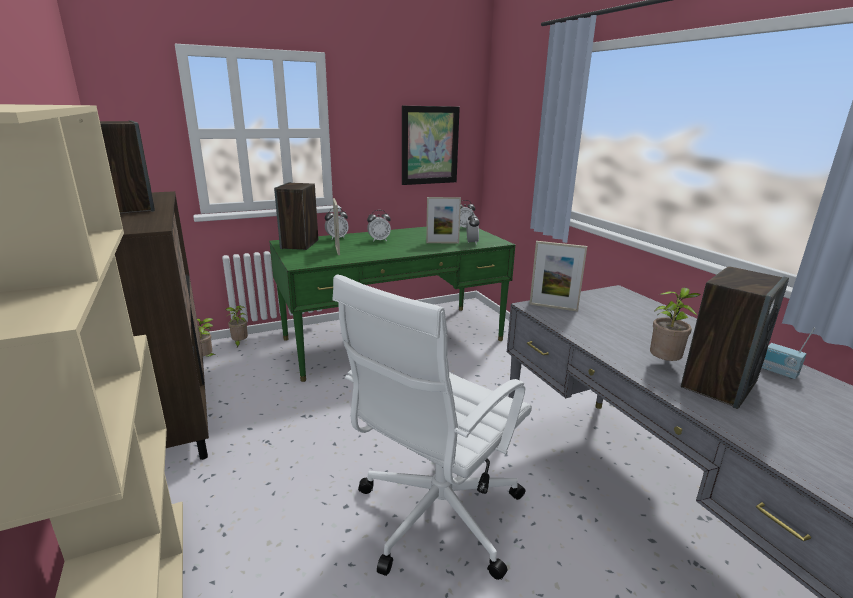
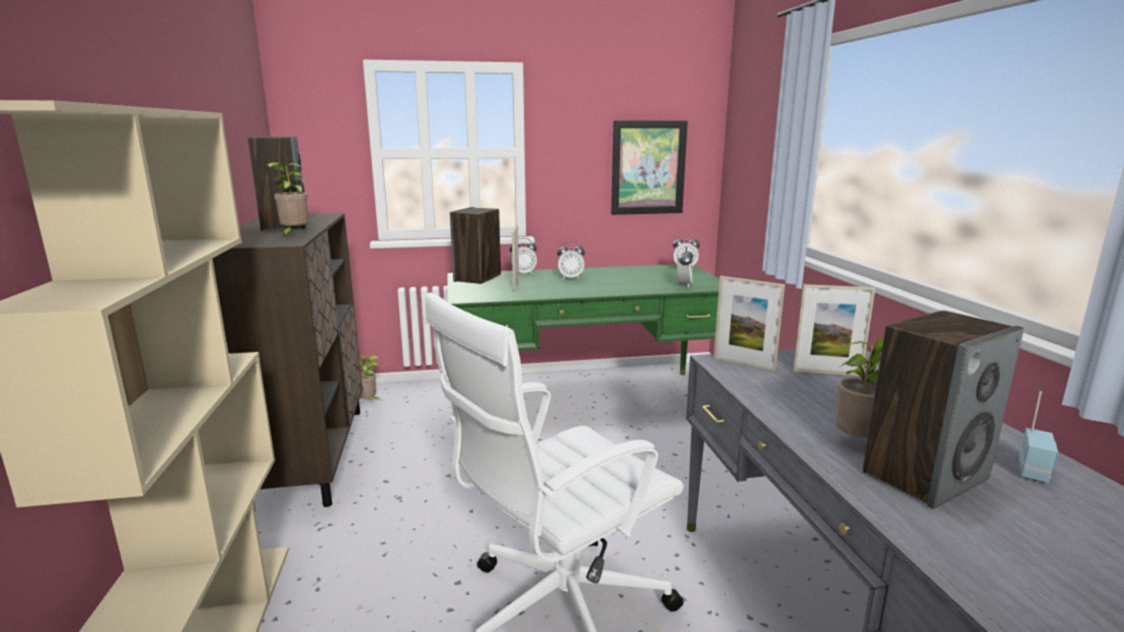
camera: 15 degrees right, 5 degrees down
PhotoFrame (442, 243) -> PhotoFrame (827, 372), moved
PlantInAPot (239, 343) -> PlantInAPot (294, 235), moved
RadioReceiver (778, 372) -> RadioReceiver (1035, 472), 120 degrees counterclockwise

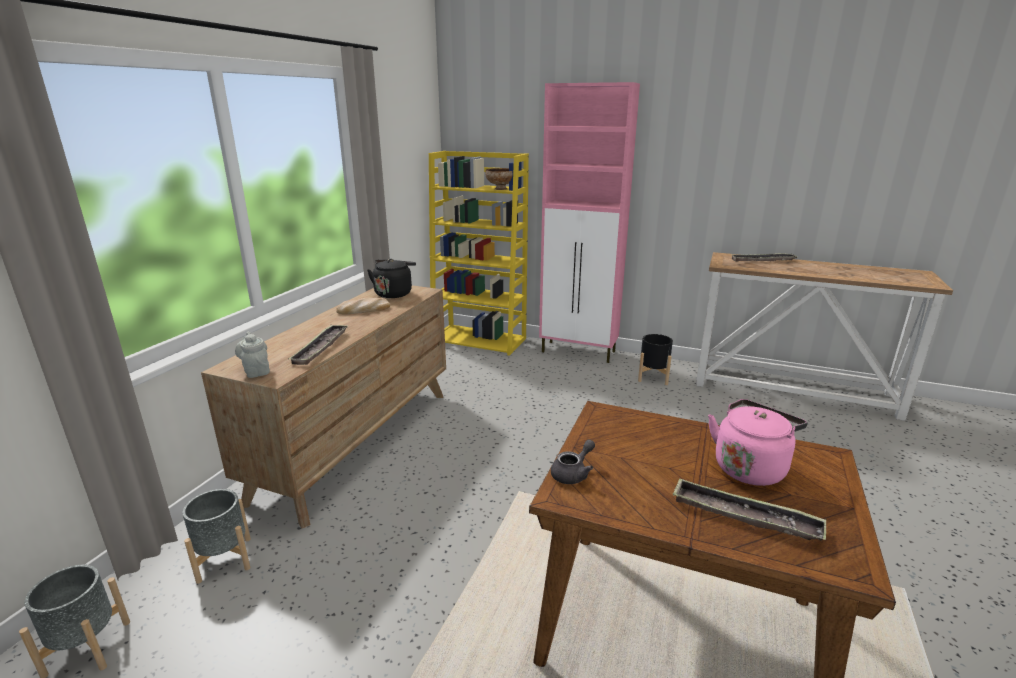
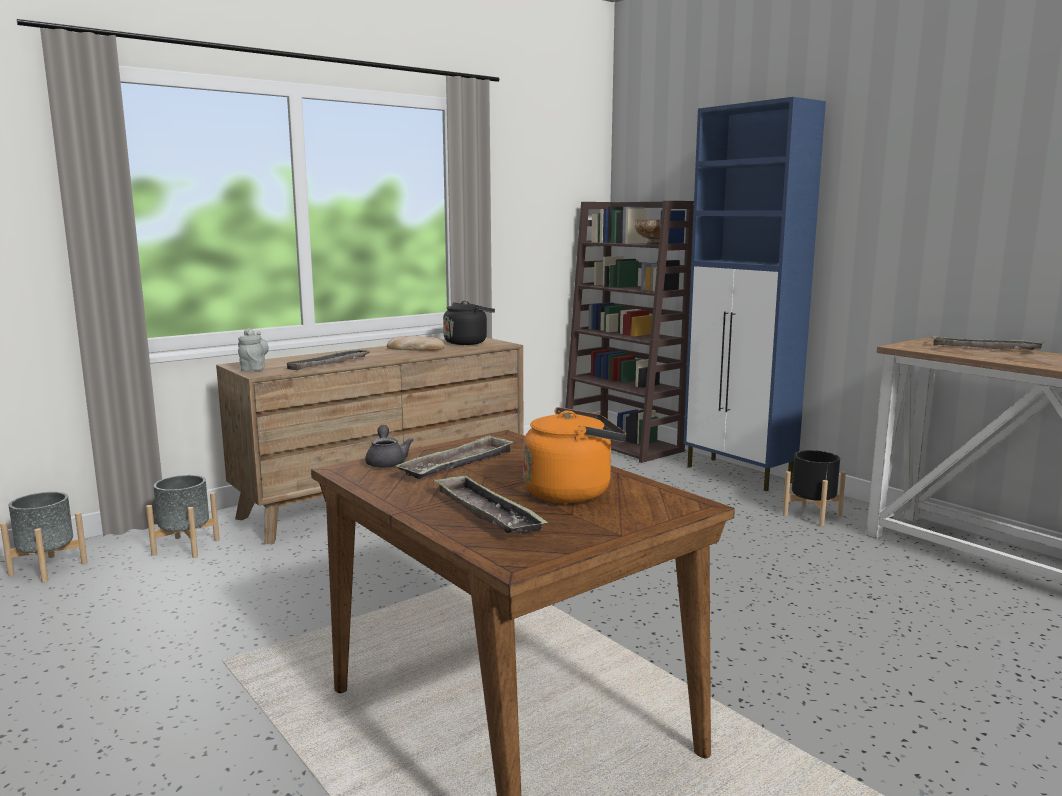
camera: 30 degrees right, 10 degrees down
PinkColouredCabinet (579, 352) -> BluishCabinet (739, 474)
YellowishBookshelf (480, 340) -> BrownColouredBookshelf (623, 444)
PinkColouredKettle (750, 467) -> OrangeColouredKettle (572, 492)
GrayTeapot (573, 473) -> GrayTeapot (386, 462), 90 degrees counterclockwise
none -> CarryingTray (458, 464)

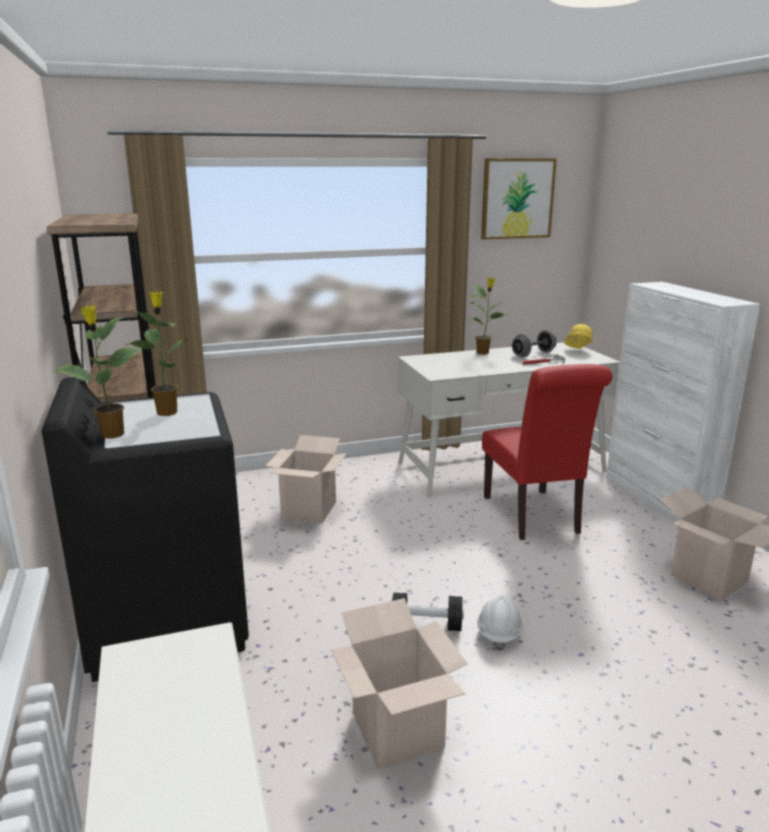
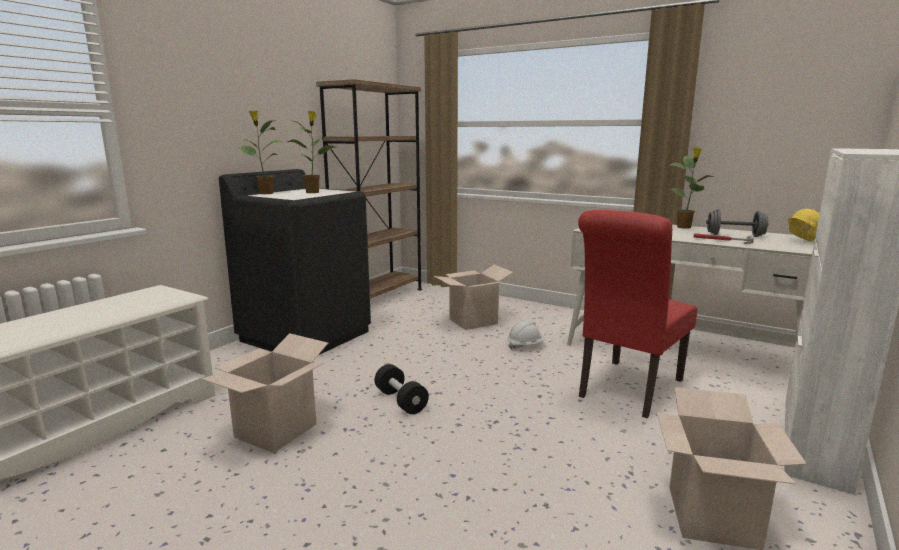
camera: 50 degrees right, 5 degrees down
WallPicture (517, 198) -> none
WhitishHardHat (498, 633) -> WhitishHardHat (525, 346), moved

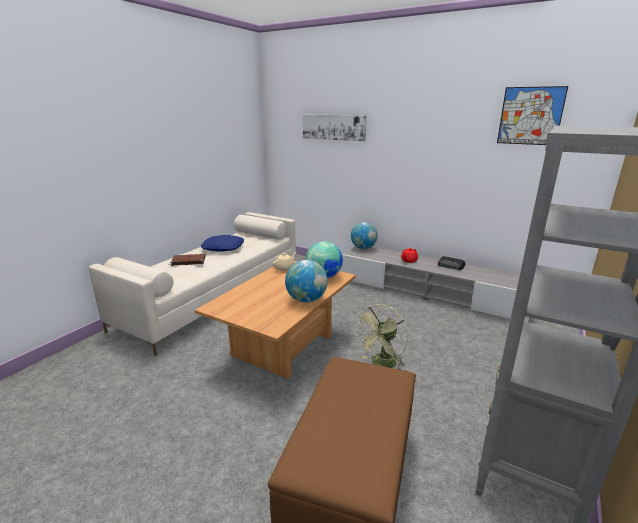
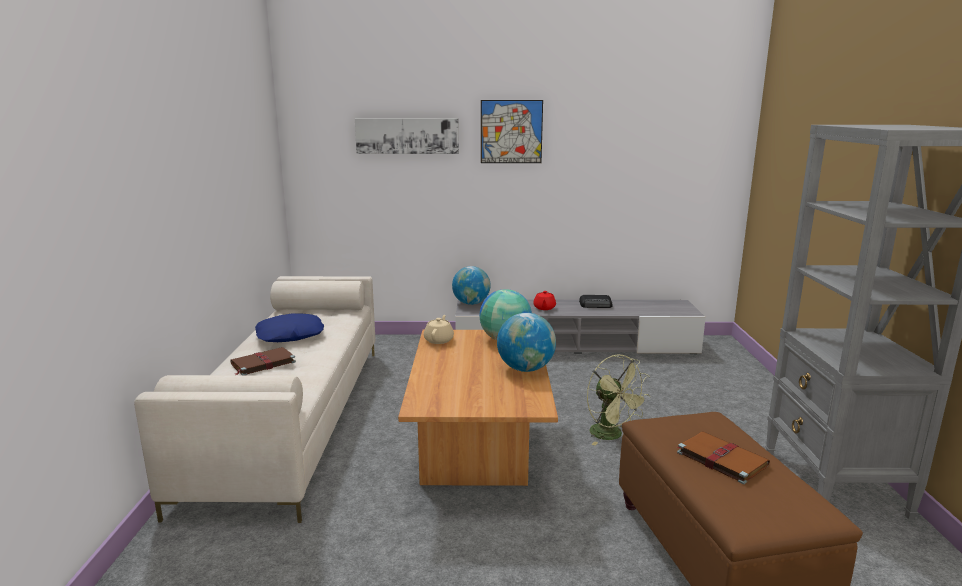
camera: 30 degrees left, 5 degrees down
WallPicture (530, 116) -> WallPicture (511, 132), moved
GreenishElectricFan (382, 364) -> GreenishElectricFan (612, 435), 45 degrees counterclockwise
none -> BrownColouredVolume (720, 458)

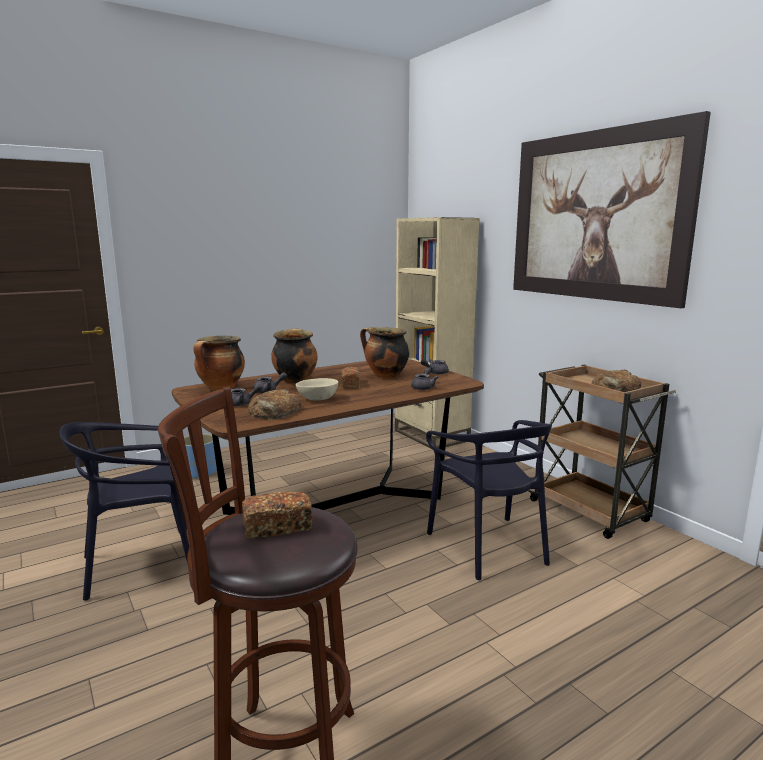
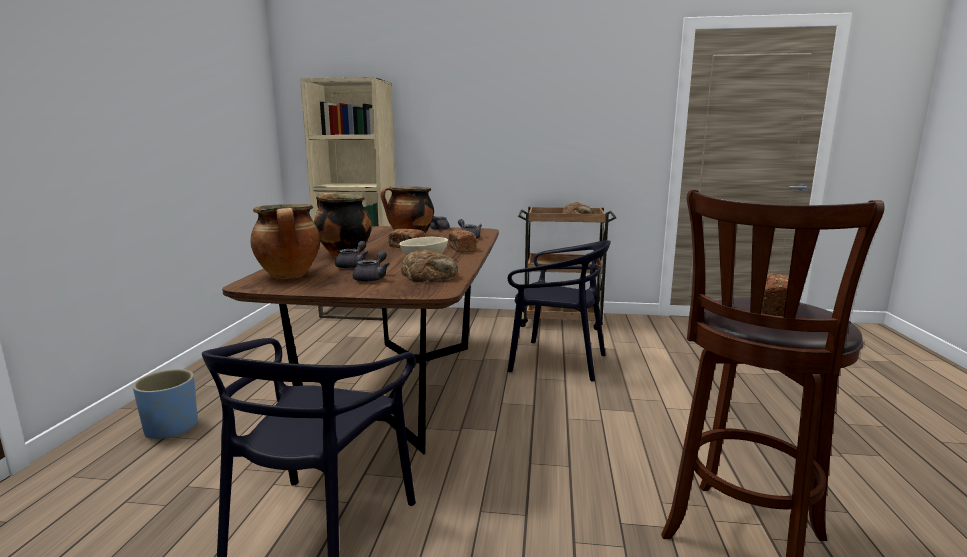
camera: 50 degrees left, 0 degrees up
WallPicture (596, 216) -> none
none -> BakeryBread (462, 249)

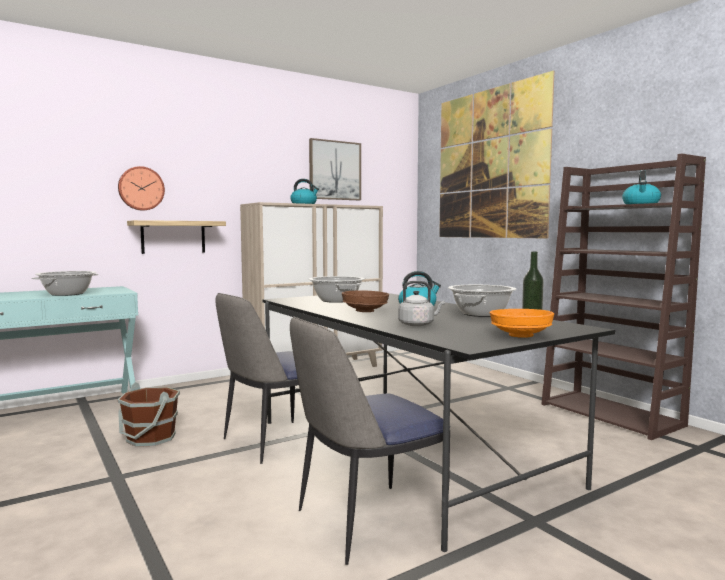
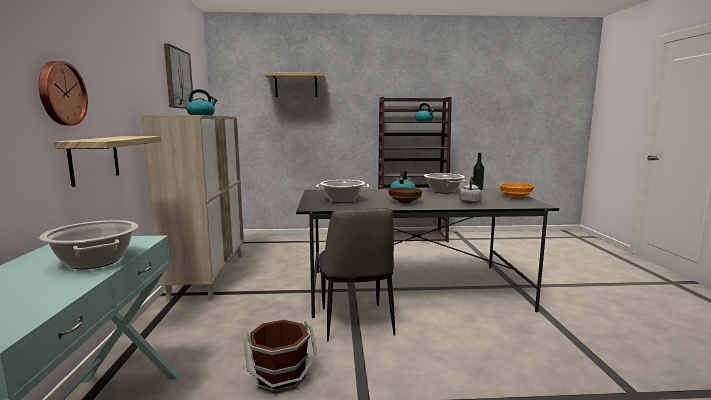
camera: 60 degrees left, 5 degrees up
WallPicture (490, 164) -> Shelf (296, 85)
Chair (365, 522) -> none

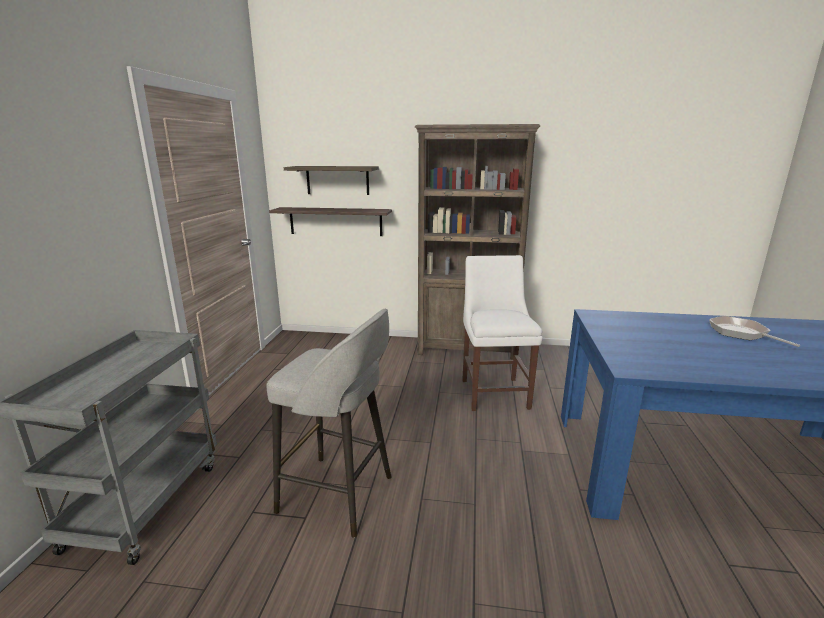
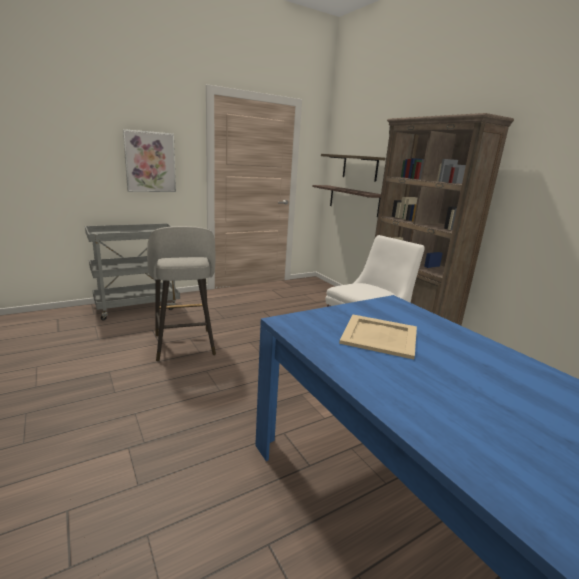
camera: 50 degrees right, 0 degrees up
Skillet (741, 333) -> none
none -> WallPicture (150, 162)
none -> BeigeColouredCarryingTray (380, 336)

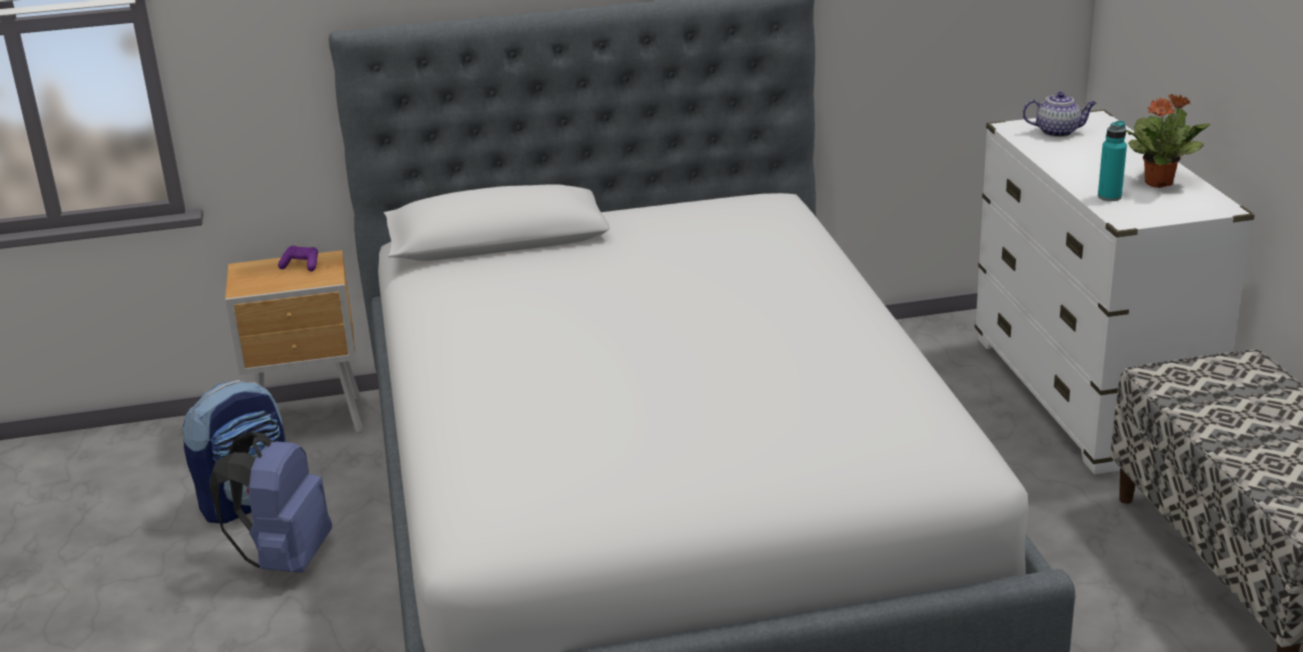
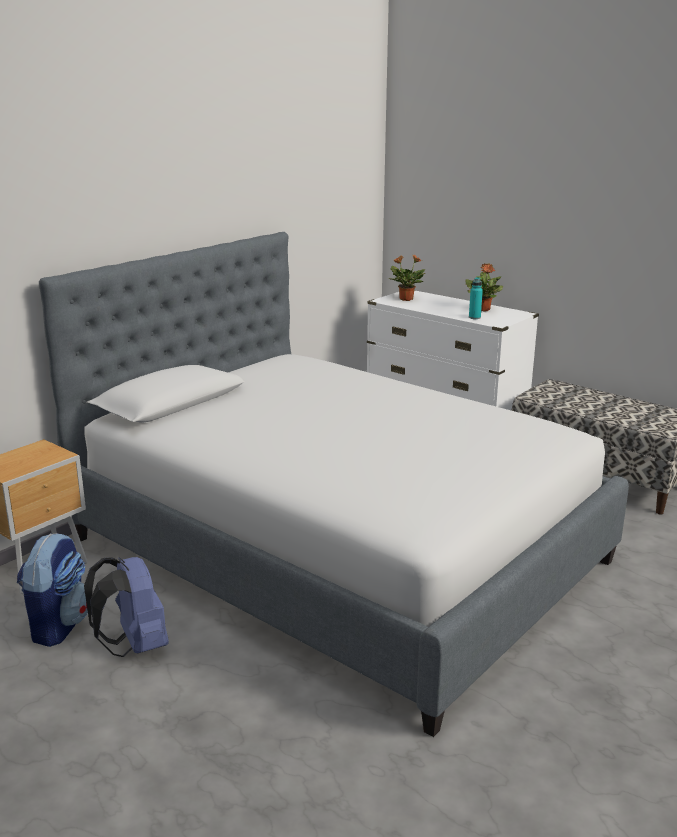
camera: 40 degrees left, 5 degrees down
Teapot (1058, 132) -> PlantInAPot (405, 299)
PurplishGameController (301, 266) -> none

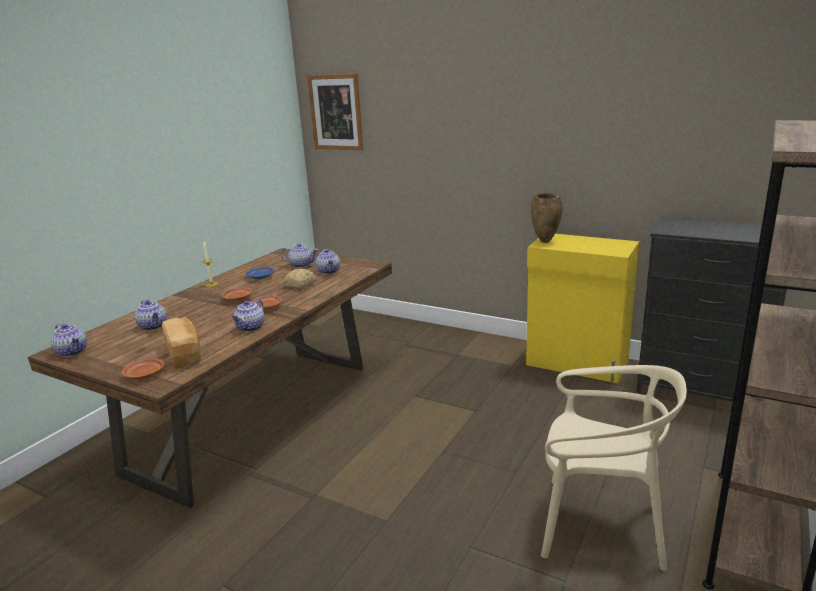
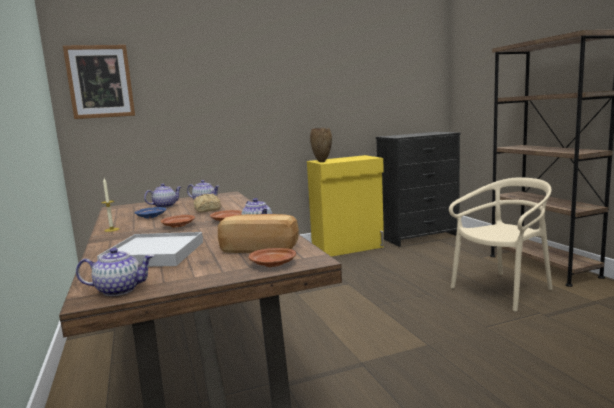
camera: 50 degrees left, 10 degrees down
Teapot (153, 326) -> WhitishCarryingTray (155, 254)

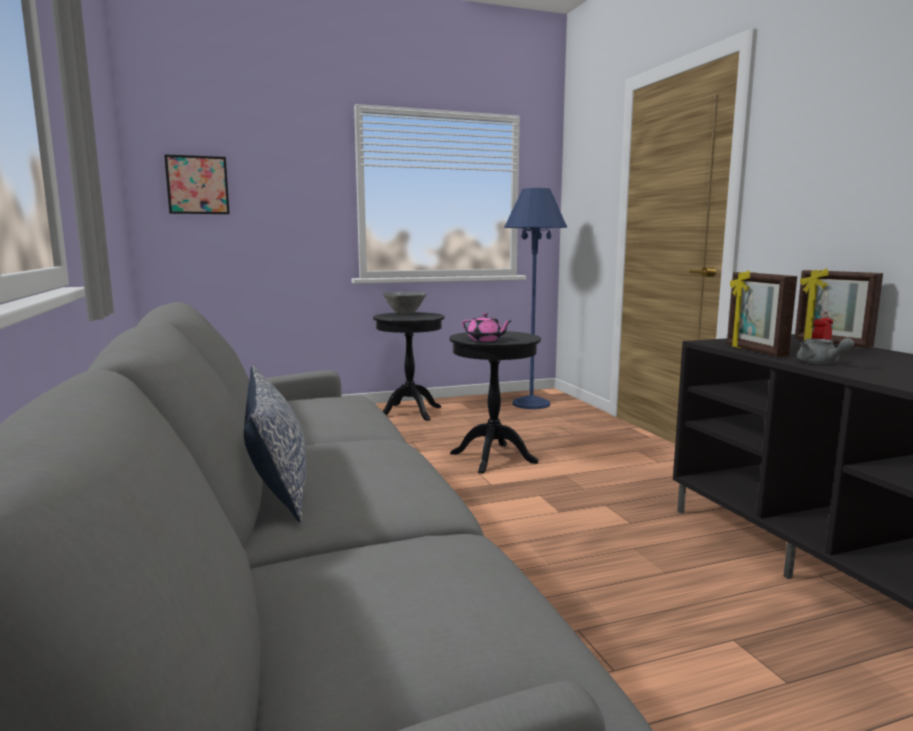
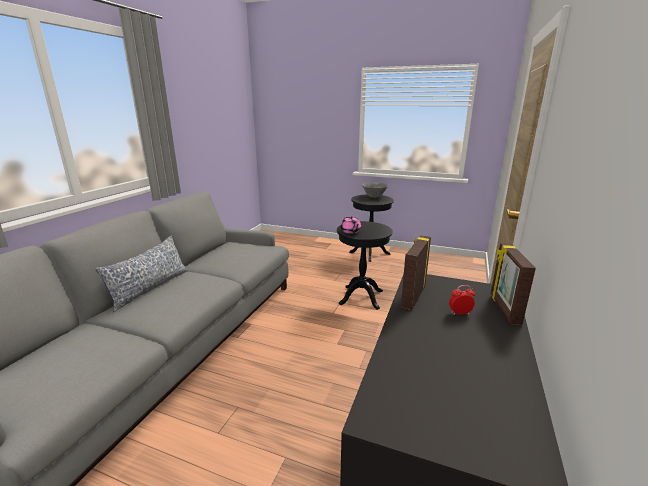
camera: 40 degrees right, 10 degrees up
WallPicture (197, 185) -> none
BluishStandingLamp (531, 404) -> none
GrayTeapot (821, 363) -> none

